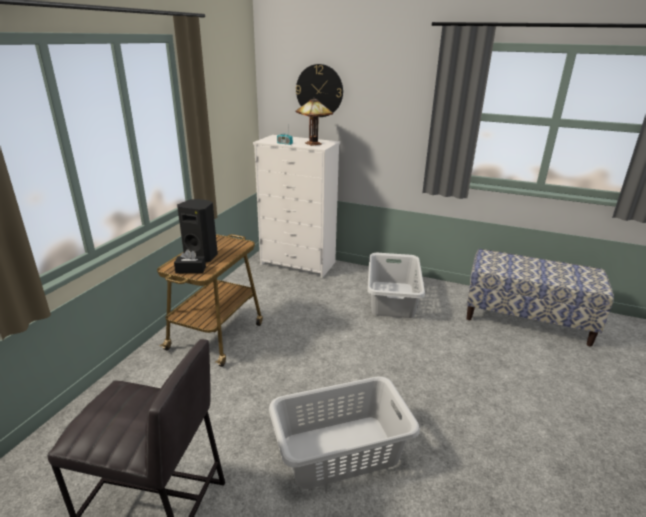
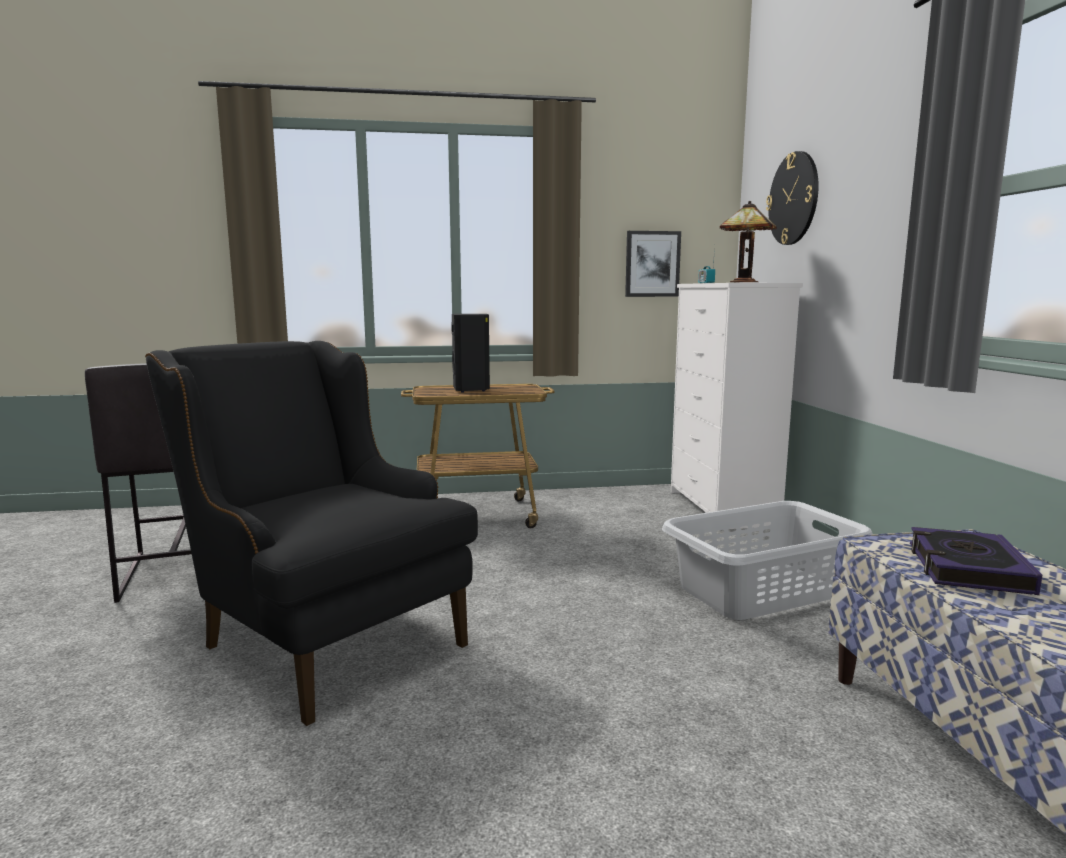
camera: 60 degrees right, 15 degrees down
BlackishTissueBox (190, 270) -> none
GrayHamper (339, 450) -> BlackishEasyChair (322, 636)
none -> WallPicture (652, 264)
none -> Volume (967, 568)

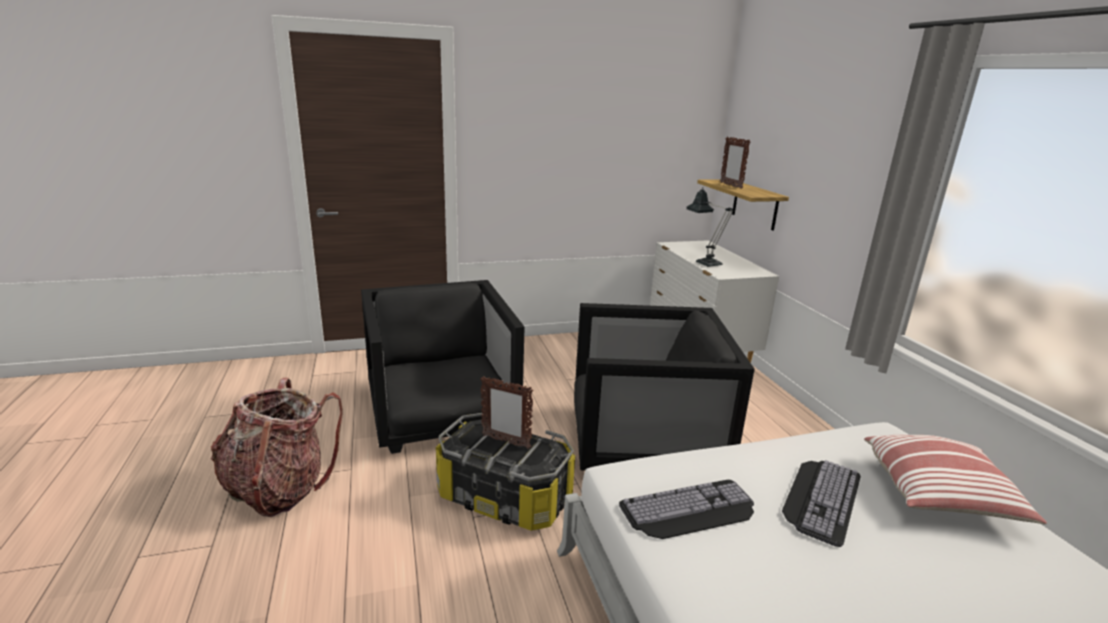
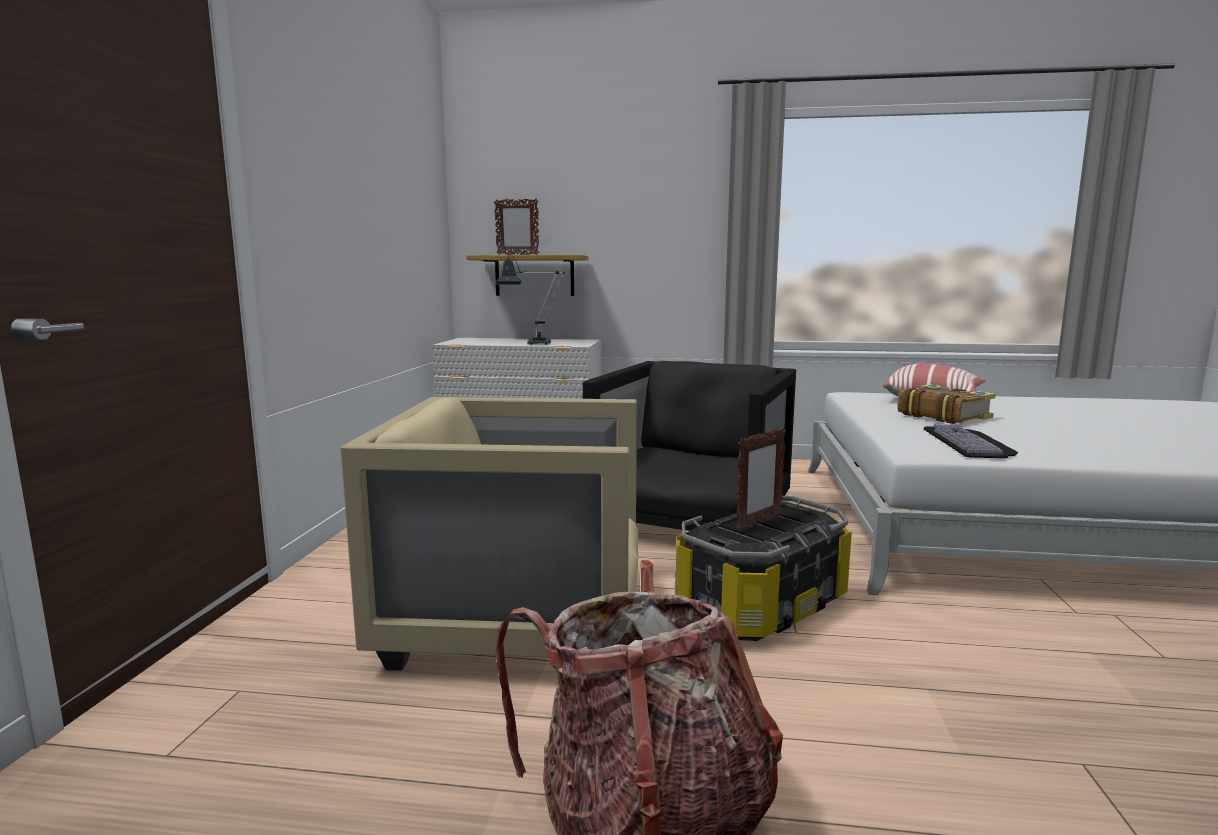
camera: 65 degrees left, 10 degrees down
BlackishEasyChair (442, 414) -> BeigeColouredEasyChair (519, 620)
PcKeyboard (820, 496) -> Volume (942, 416)

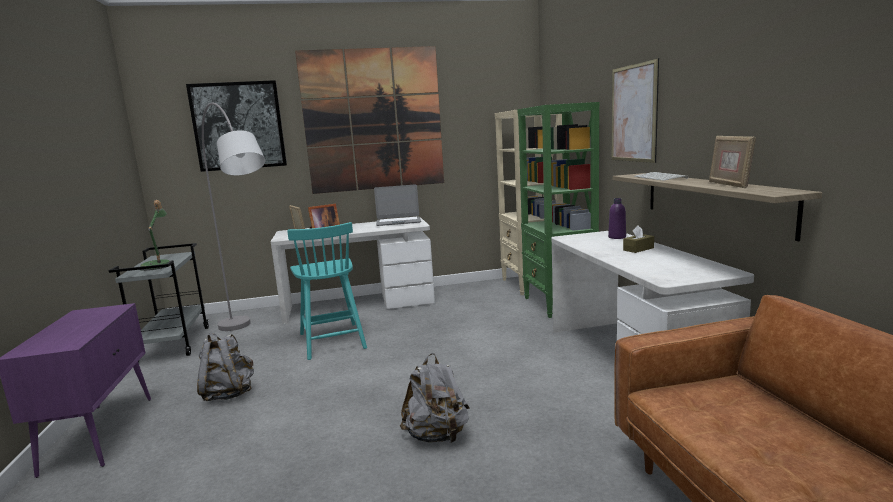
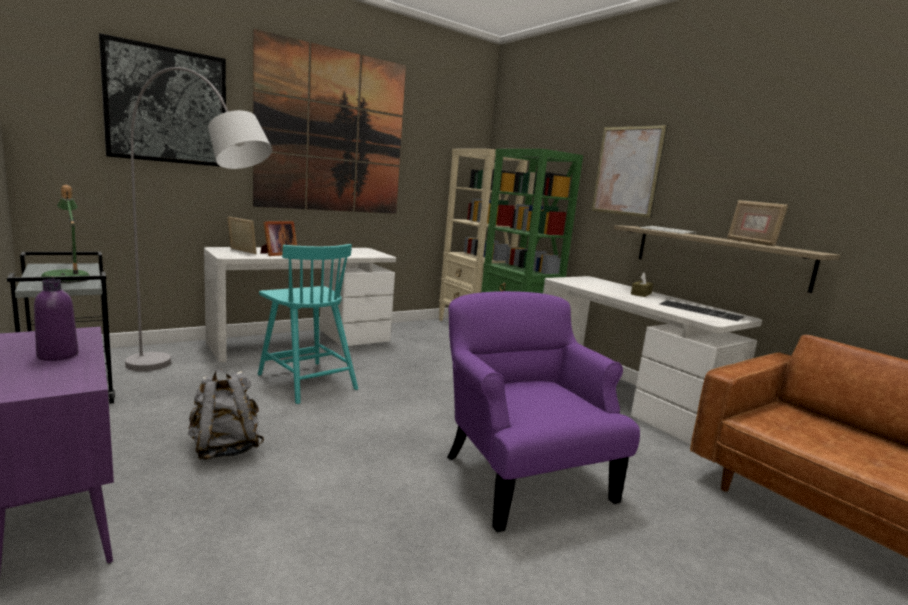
camera: 25 degrees left, 0 degrees up
PortableComputer (398, 222) -> none
PurplishBeverageBottle (617, 237) -> PurplishBeverageBottle (58, 355), moved
GrayRucksack (437, 436) -> PurplishEasyChair (522, 476)
none -> PcKeyboard (701, 310)

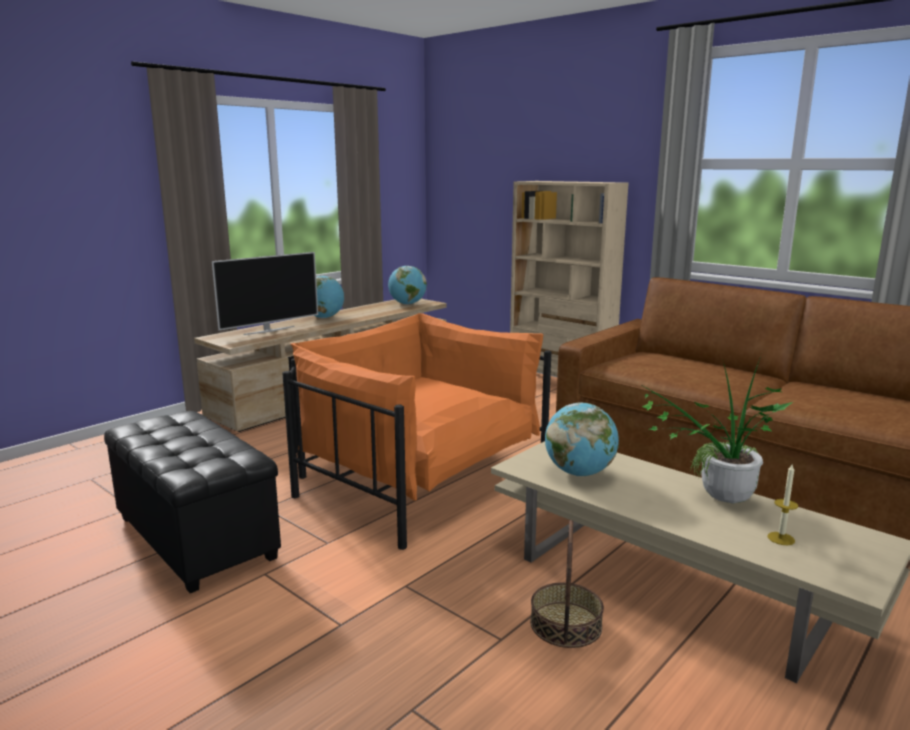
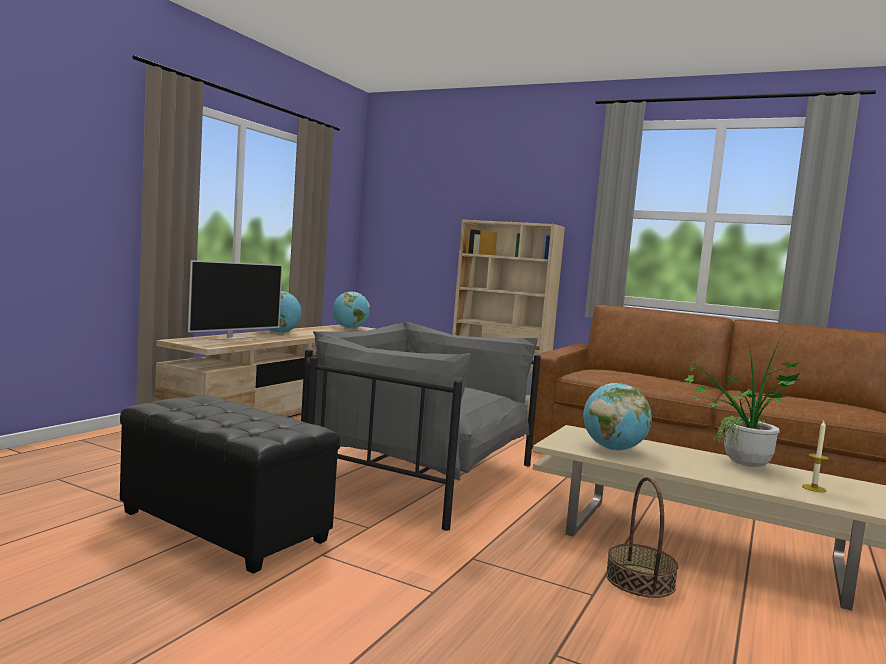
camera: 15 degrees left, 10 degrees down
OrangeColouredEasyChair (417, 476) -> GrayEasyChair (417, 474)

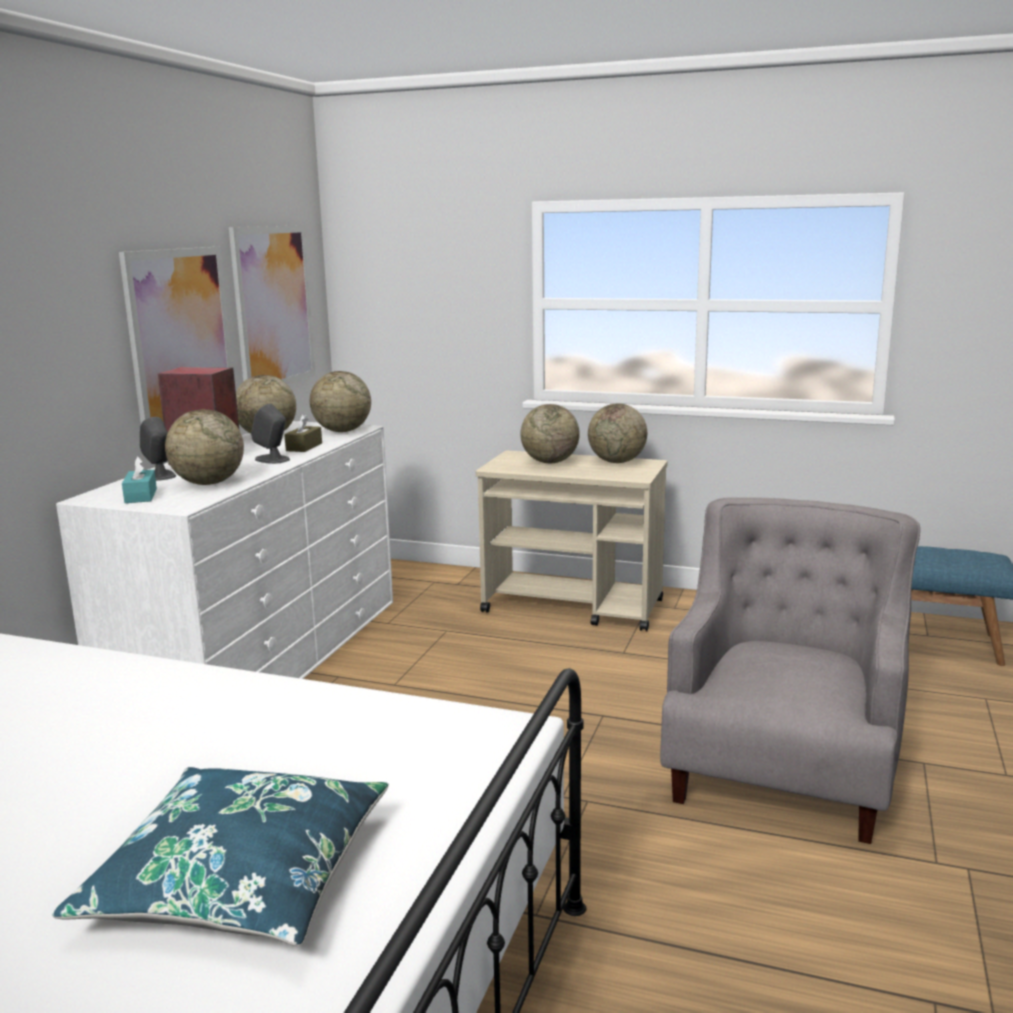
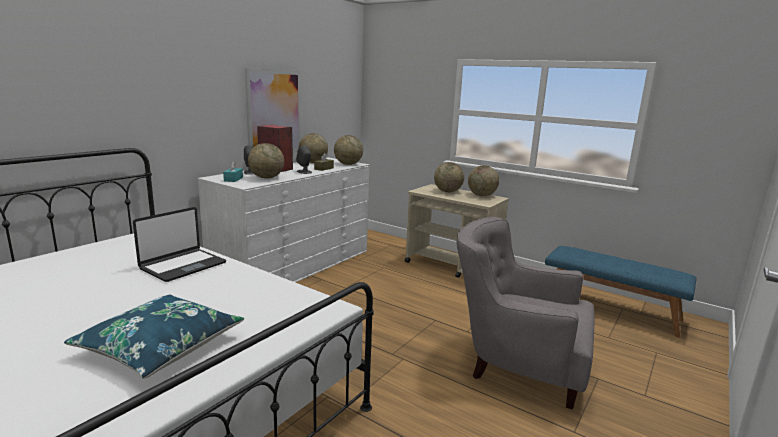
camera: 15 degrees right, 0 degrees up
WallPicture (273, 307) -> none
GrayEasyChair (784, 765) -> GrayEasyChair (516, 363), 105 degrees counterclockwise
none -> PortableComputer (182, 266)

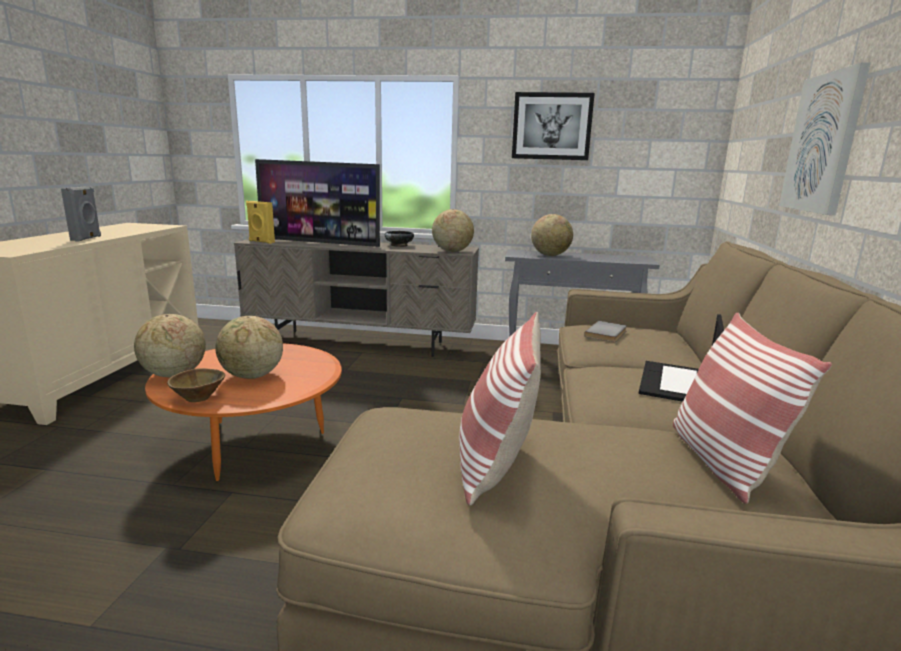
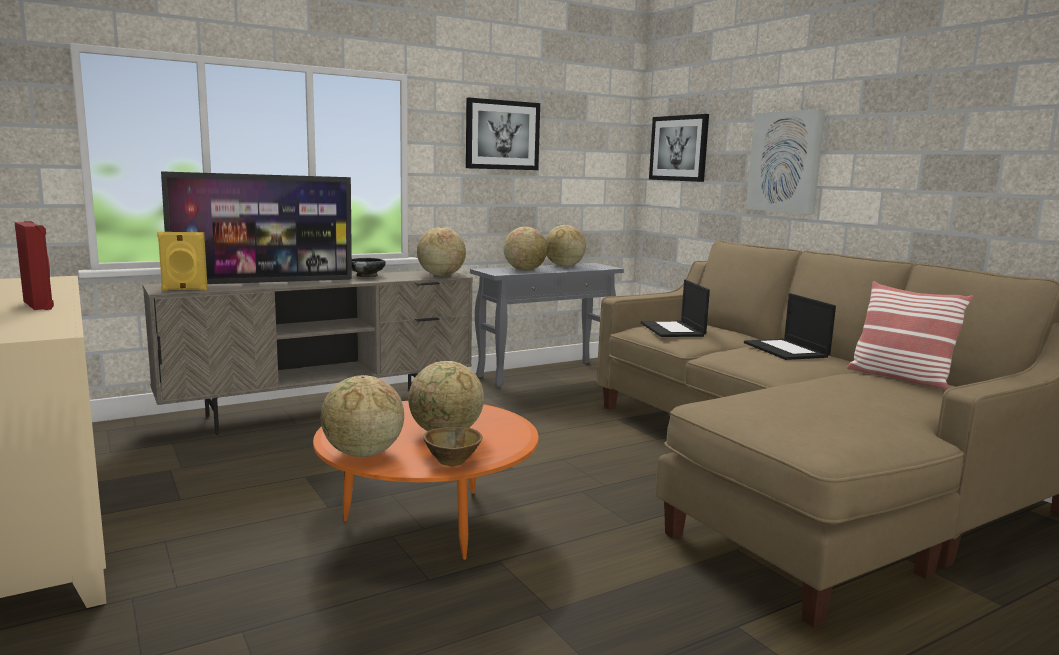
camera: 40 degrees left, 5 degrees down
GraySpeaker (87, 238) -> RedSpeaker (39, 305)
Pillow (495, 464) -> none
GrayVolume (607, 334) -> PortableComputer (673, 330)
none -> WallPicture (679, 148)
none -> WorldGlobe (564, 266)

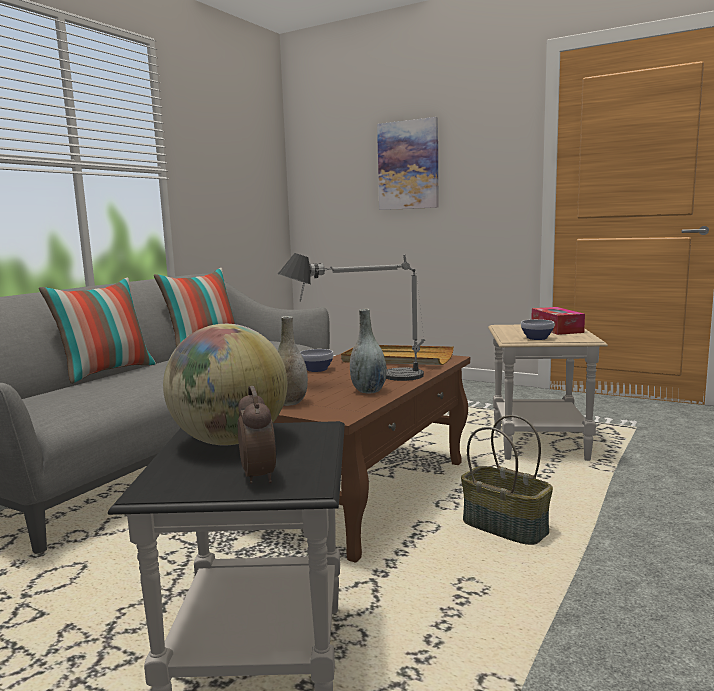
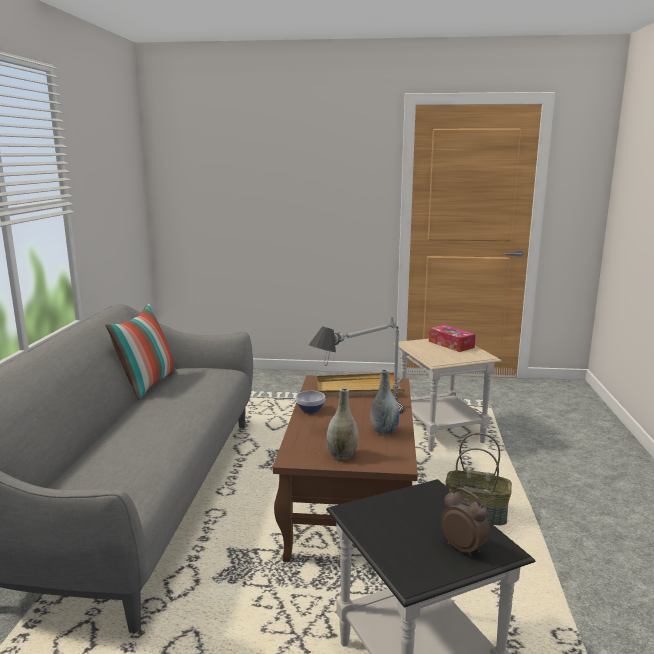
camera: 25 degrees left, 5 degrees up
WallPicture (408, 165) -> none
Pillow (106, 372) -> none
ServingBowl (536, 338) -> none
WorldGlobe (230, 441) -> none

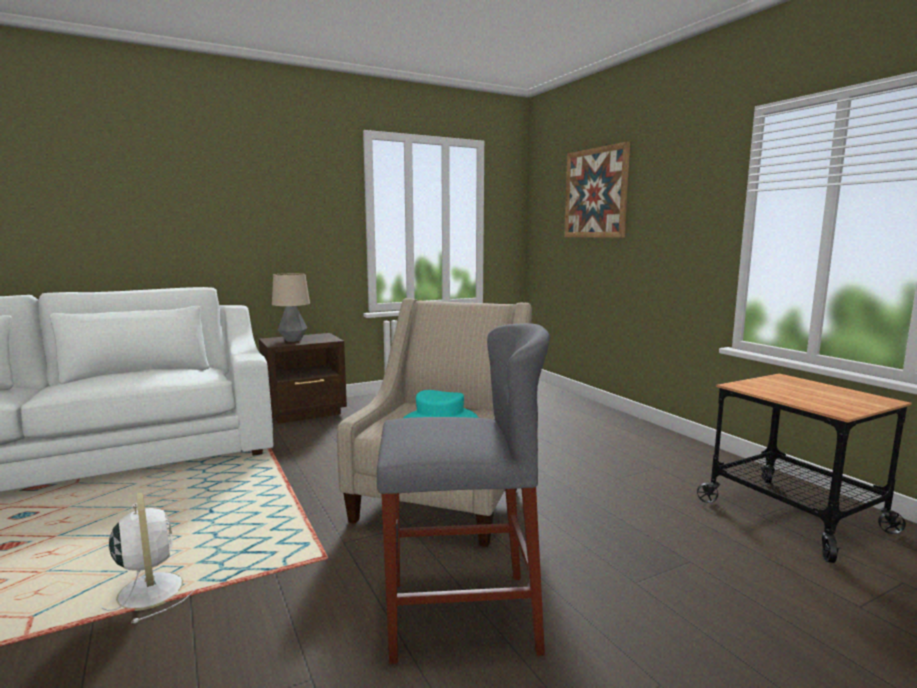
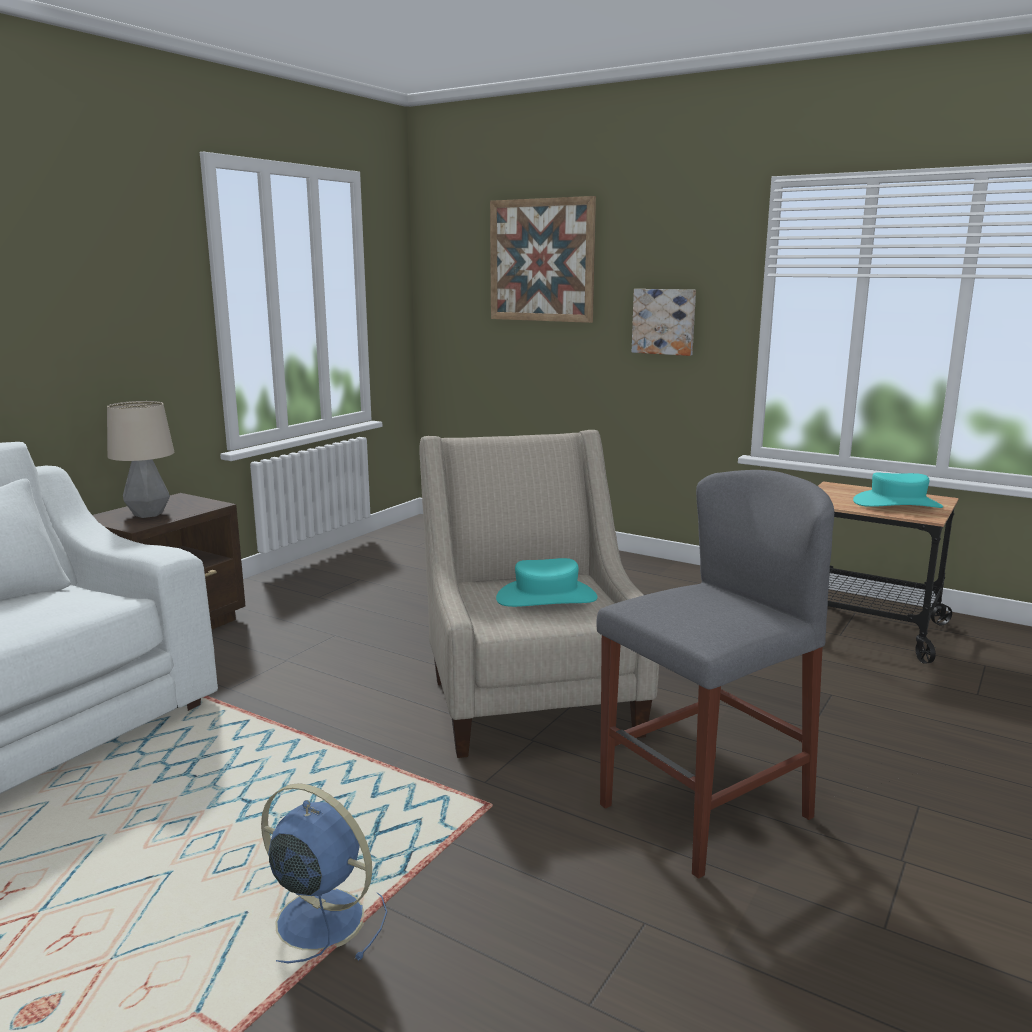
camera: 30 degrees left, 5 degrees up
WhitishElectricFan (150, 589) -> BluishElectricFan (316, 918)
none -> WallPicture (664, 321)
none -> TurquoiseColouredHat (897, 504)

